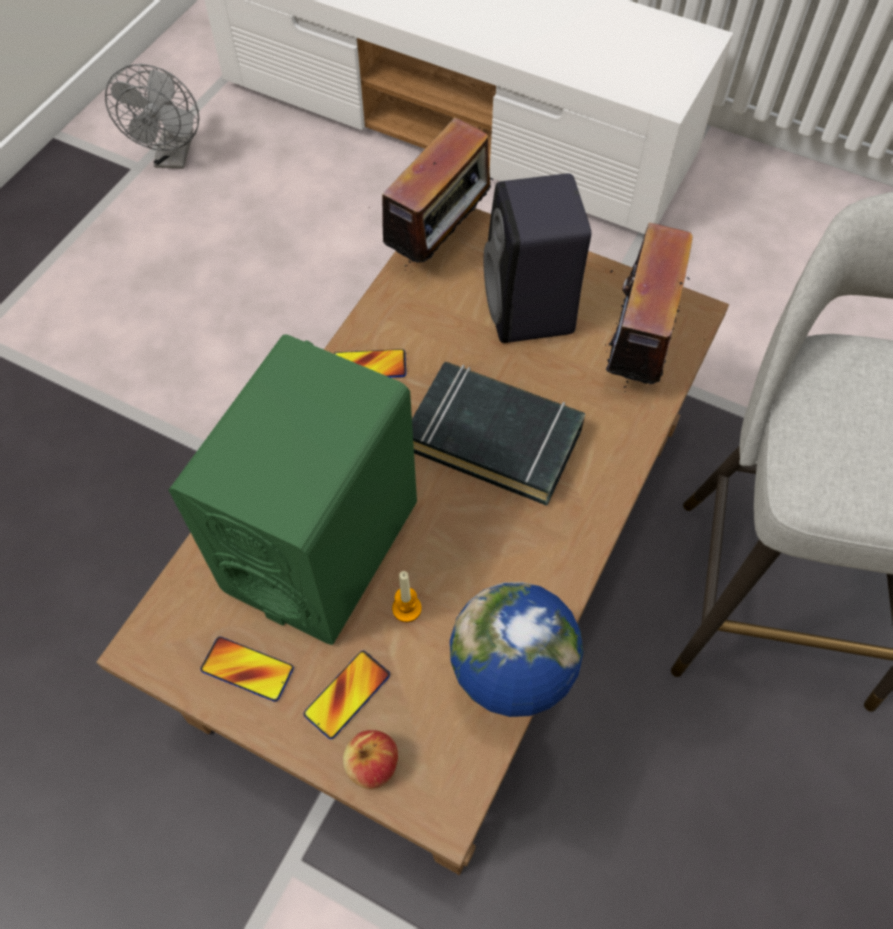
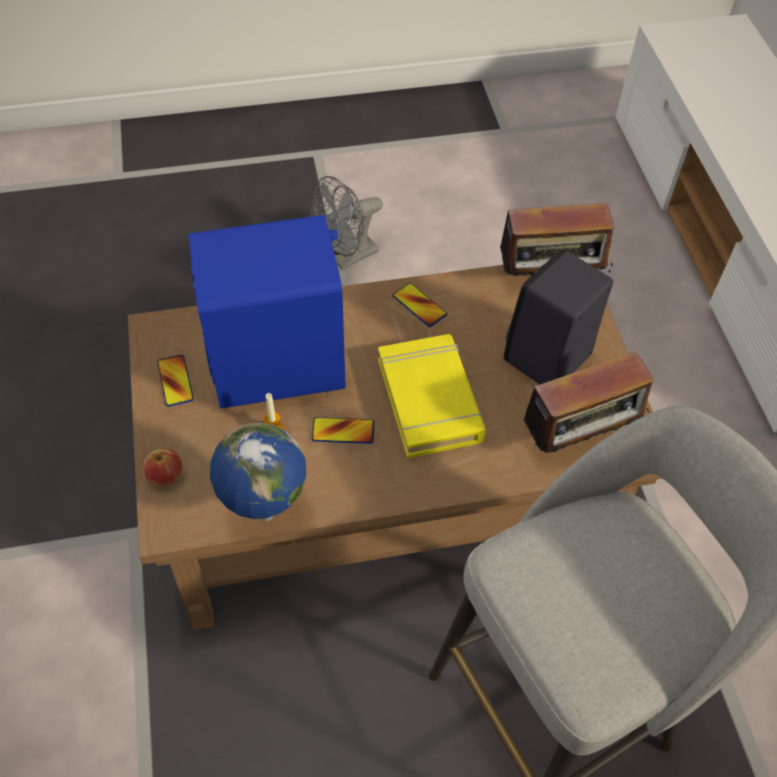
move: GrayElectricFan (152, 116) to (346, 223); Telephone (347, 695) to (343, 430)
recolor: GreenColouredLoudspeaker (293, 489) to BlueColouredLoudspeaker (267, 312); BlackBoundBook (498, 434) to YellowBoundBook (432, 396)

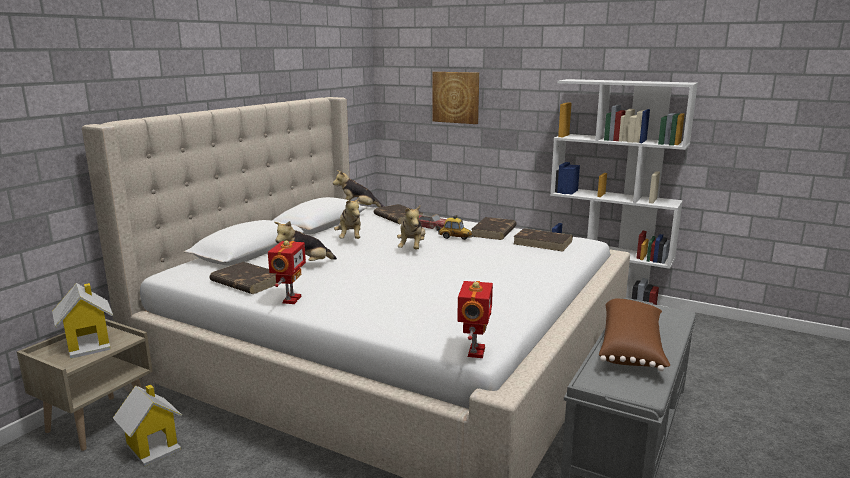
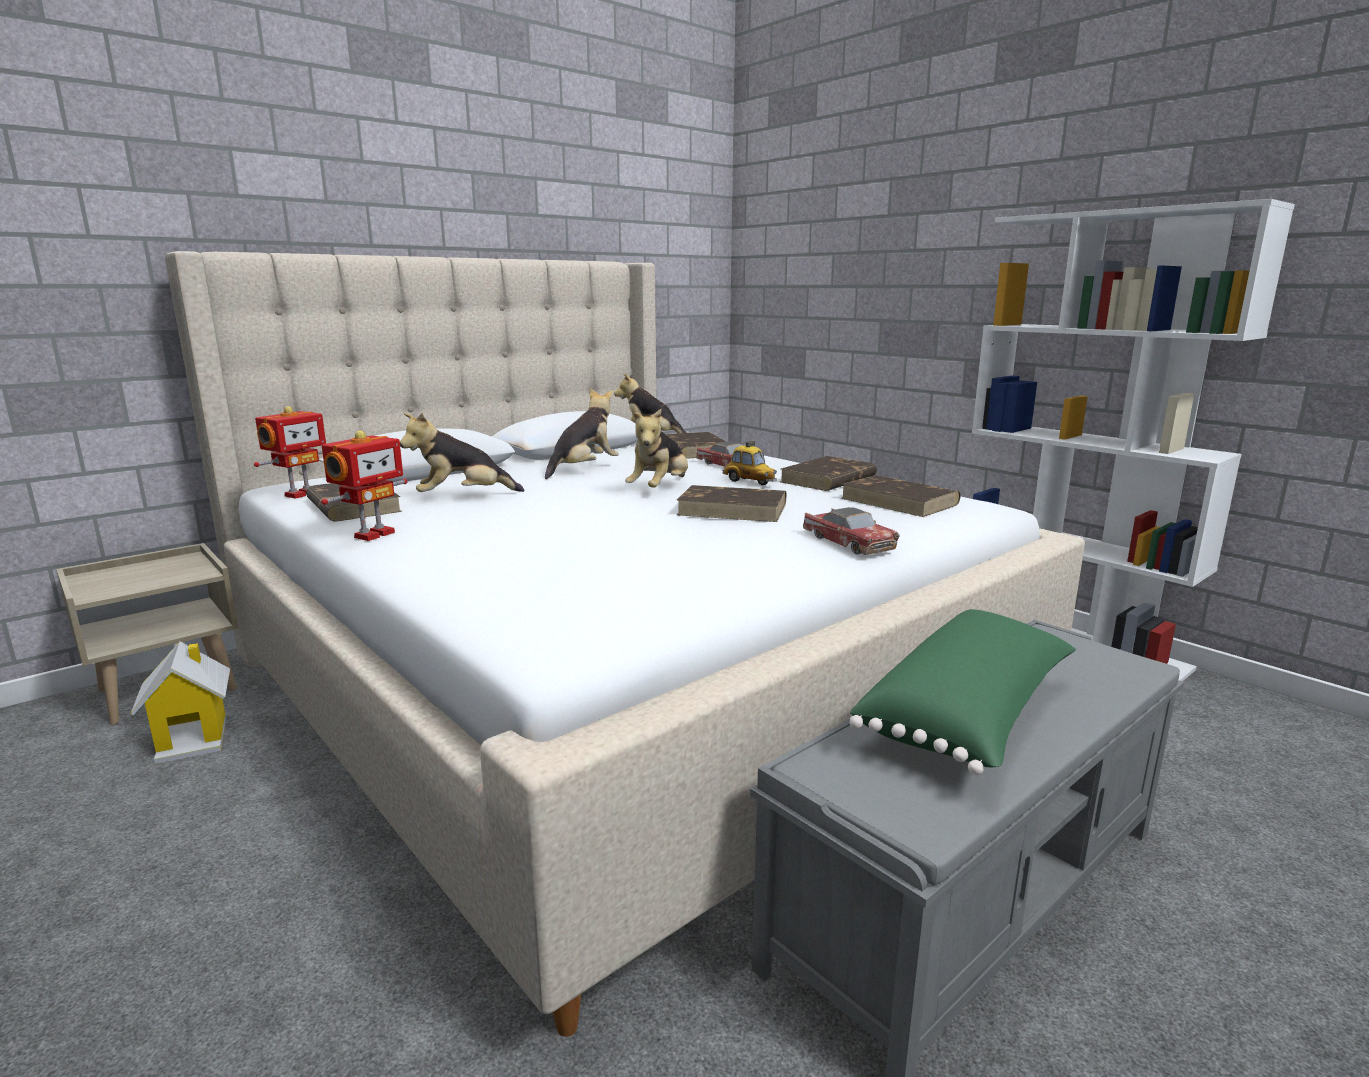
delete: WallArt (455, 98); ToyHouse (82, 321)
insert: BrownBoundBook (731, 503); ToyCar (851, 531)
move: ModelRobot (475, 319) to (290, 452)
recolor: BrownPillow (634, 335) to GreenColouredPillow (962, 692)
rotate: SoftToy (347, 217) = (582, 434) 150 degrees counterclockwise

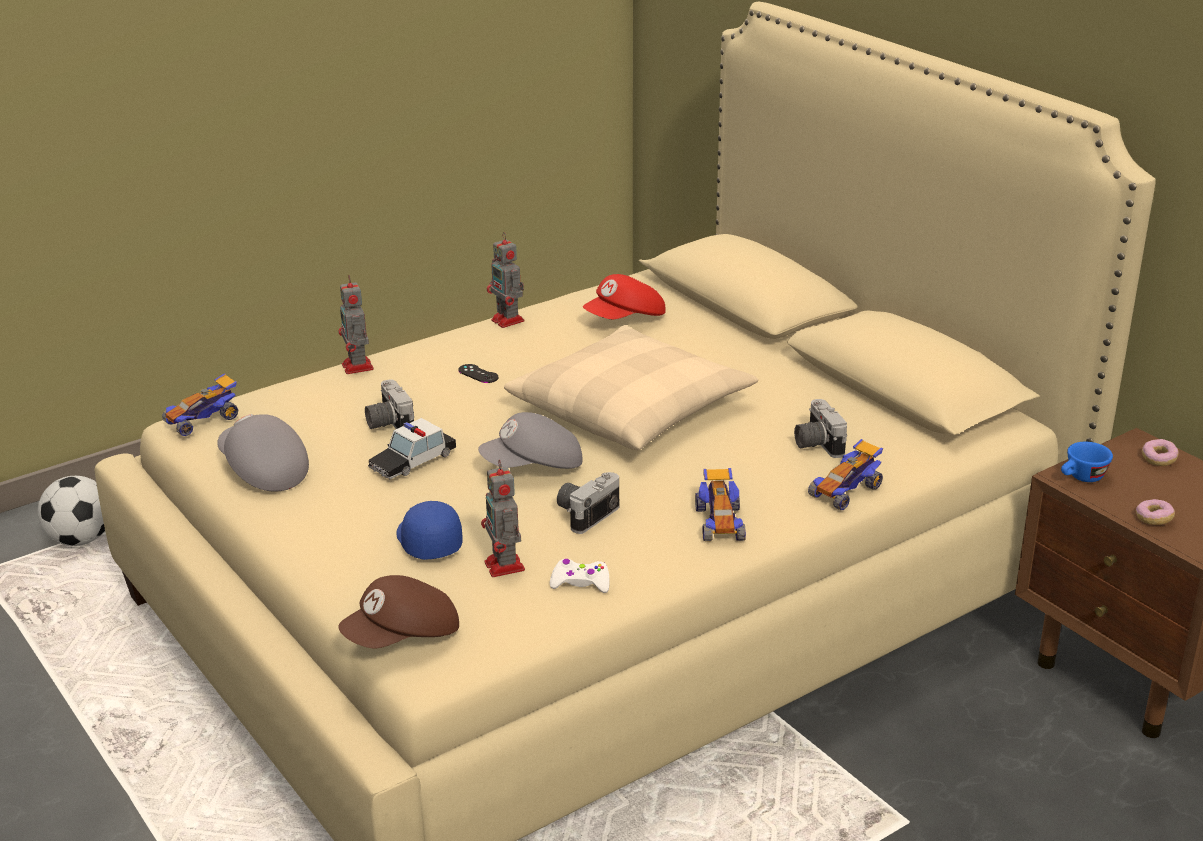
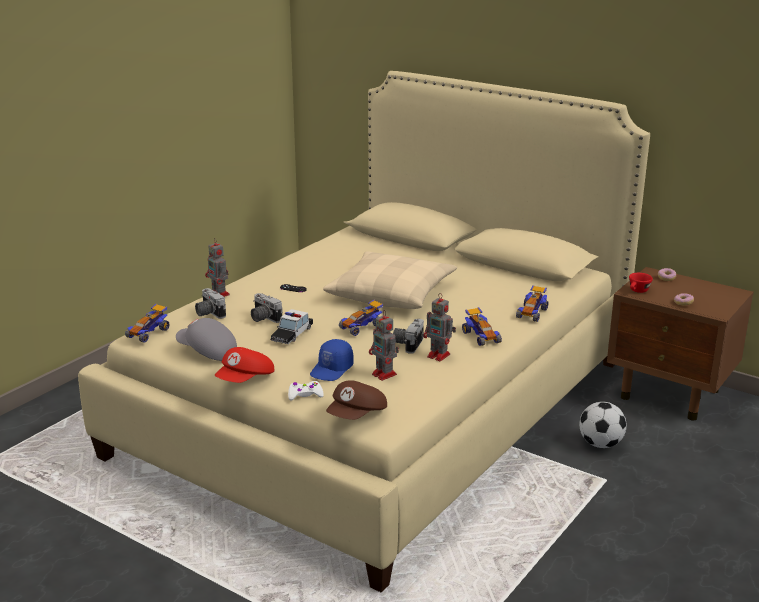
move: ModelRobot (506, 280) to (439, 327); RedPeakedCap (624, 296) to (244, 365); StillCamera (820, 428) to (210, 303); BallForFootball (71, 511) to (603, 425); WhiteGameController (580, 576) to (306, 390)
replace: GrayPeakedCap (530, 440) to ToyCar (361, 317)
recolor: BlueColouredDrinkingCup (1087, 462) to RedDrinkingCup (641, 283)
rotate: BlueColouredPeakedCap (429, 530) = (332, 360) 105 degrees counterclockwise

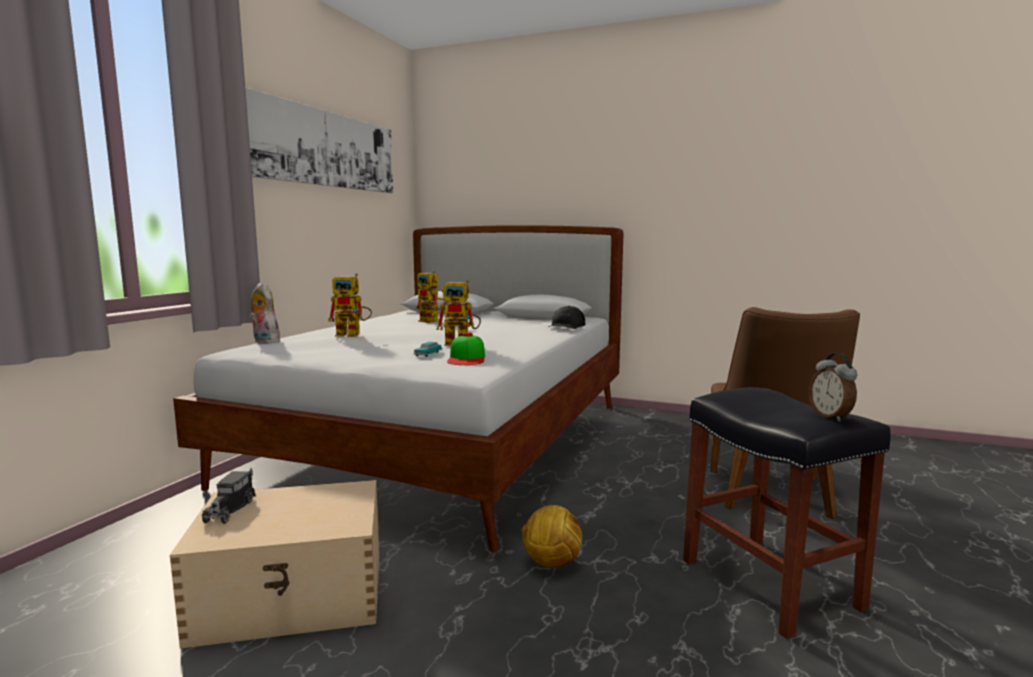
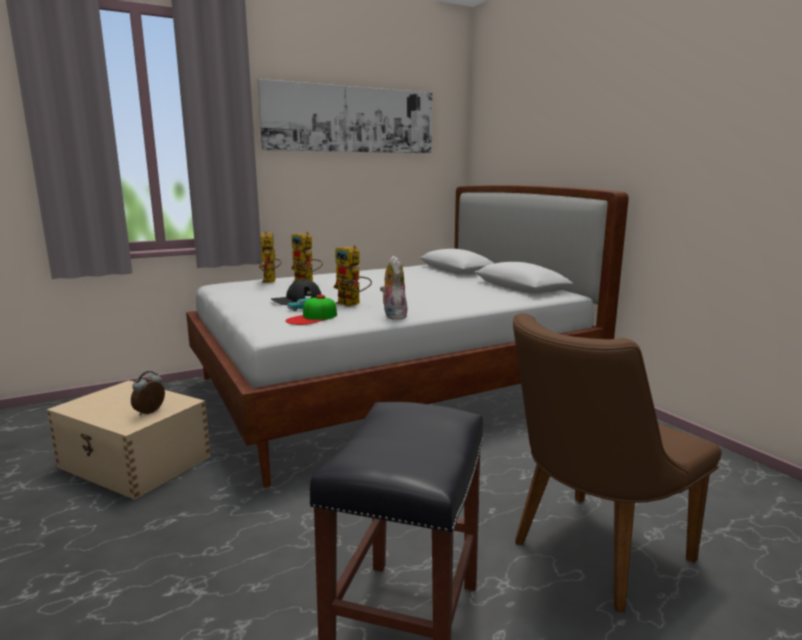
delete: ModelTruck (229, 496); BallForFootball (551, 536)
move: ModelRobot (429, 297) to (269, 257); SoftToy (264, 313) to (393, 288); BlackPeakedCap (566, 317) to (296, 292); AlarmClock (833, 387) to (148, 393)

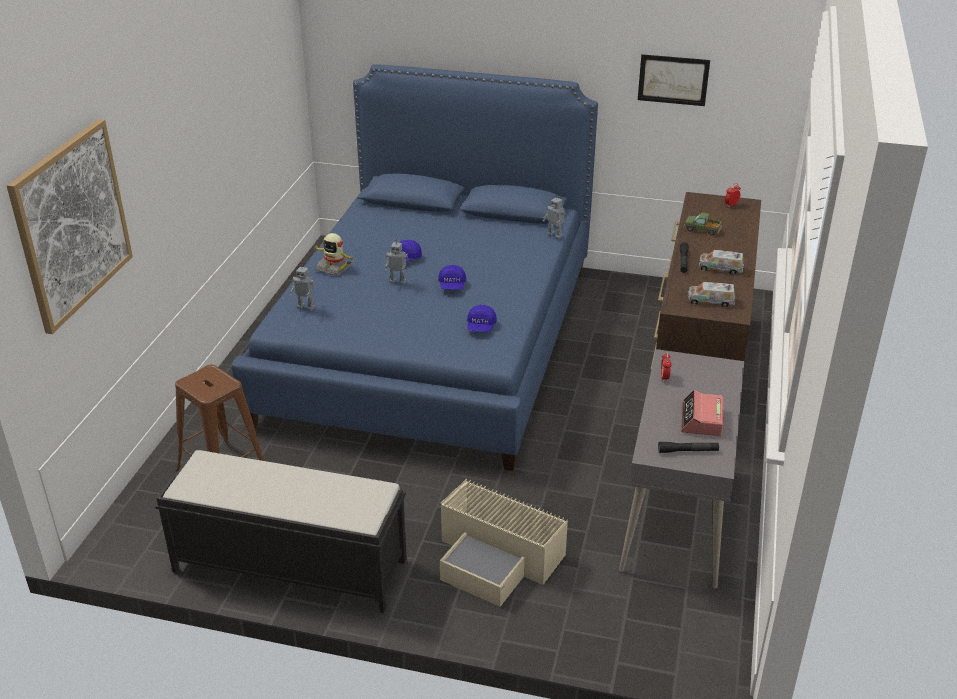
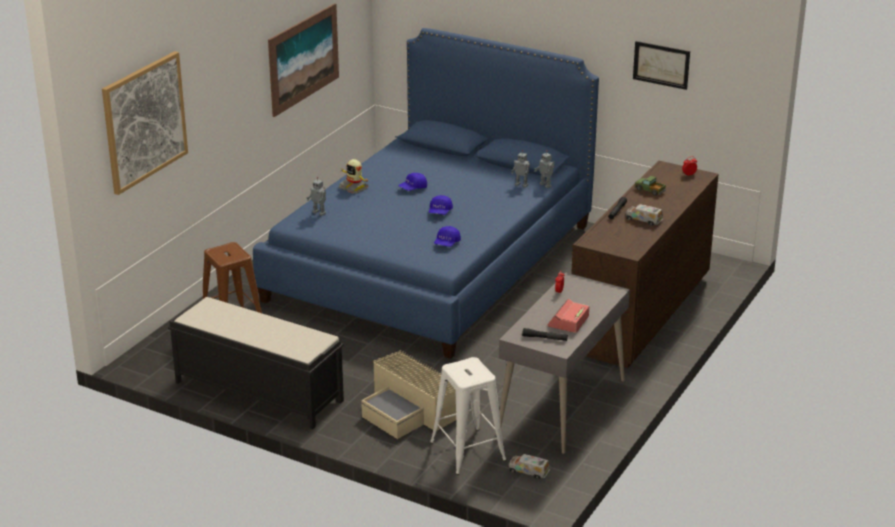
insert: WallArt (303, 60); WhiteStool (468, 416)
move: ModelRobot (396, 262) to (520, 169); ModelTruck (712, 294) to (529, 466)

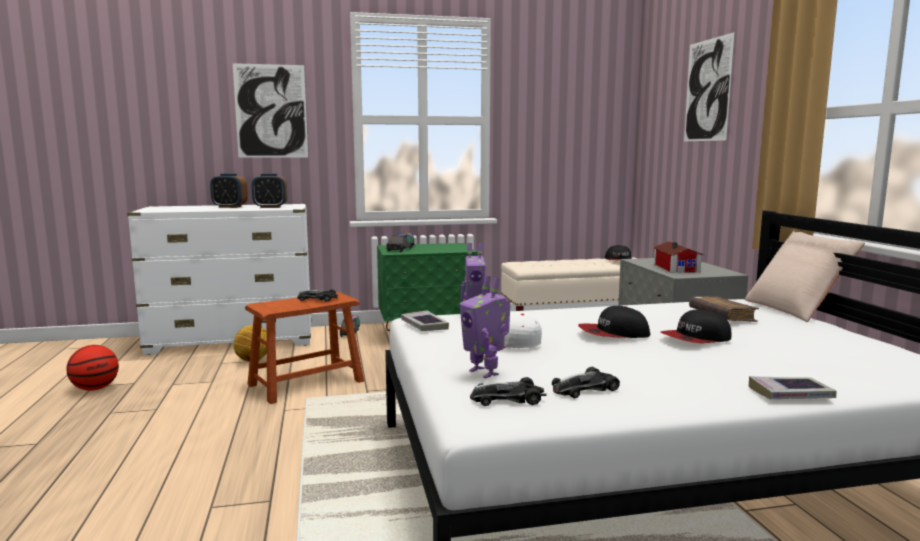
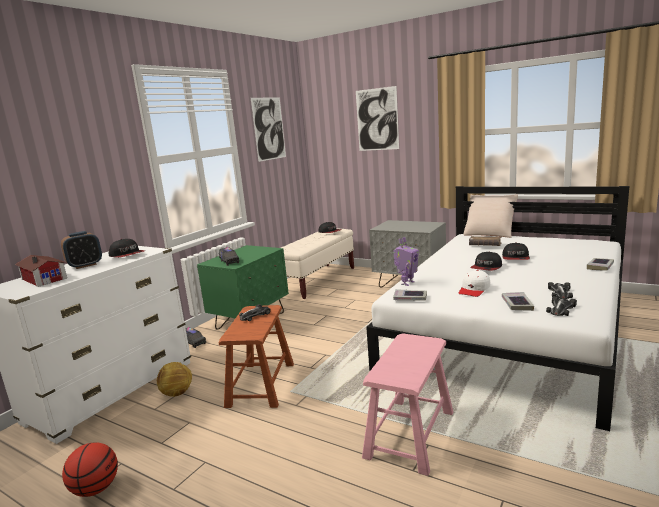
insert: PinkishStool (407, 404)
move: WallArt (270, 110) to (268, 129); ToyHouse (678, 257) to (41, 271)
replace: AlarmClock (270, 190) to PeakedCap (127, 248); ModelRobot (485, 326) to BoundBook (518, 301)

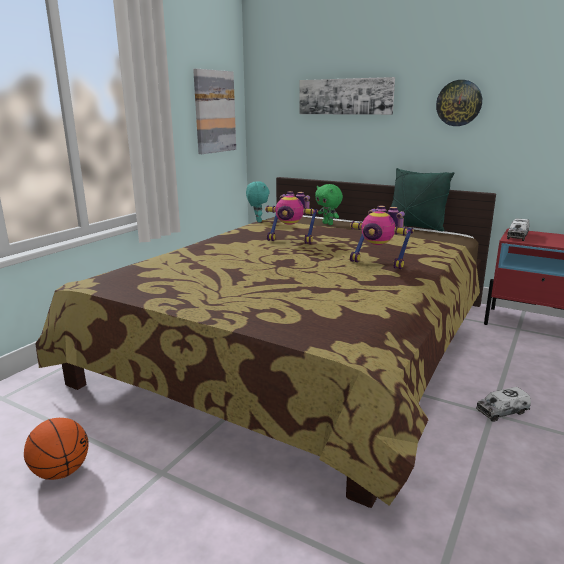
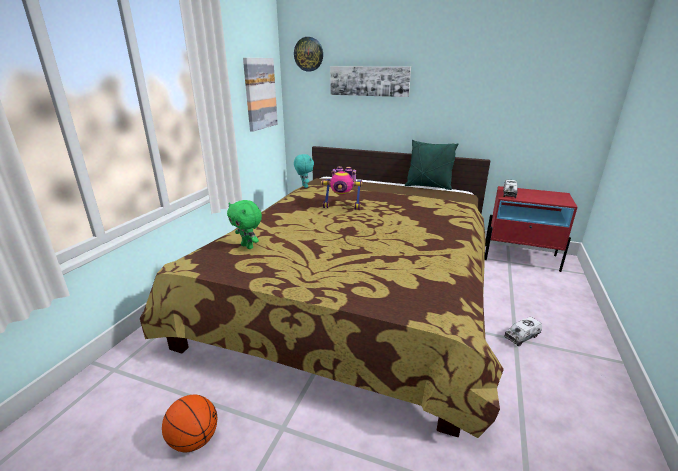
delete: ModelRobot (382, 237)
move: ClockOnTheWall (459, 103) to (308, 54); GreenColouredSoftToy (329, 204) to (244, 224)

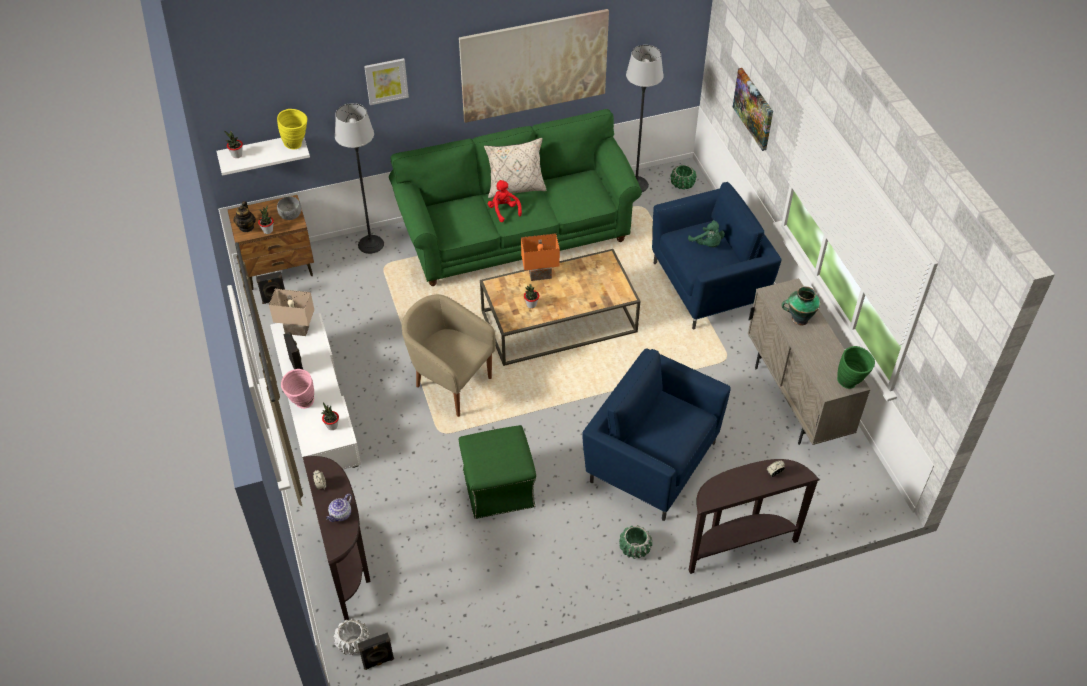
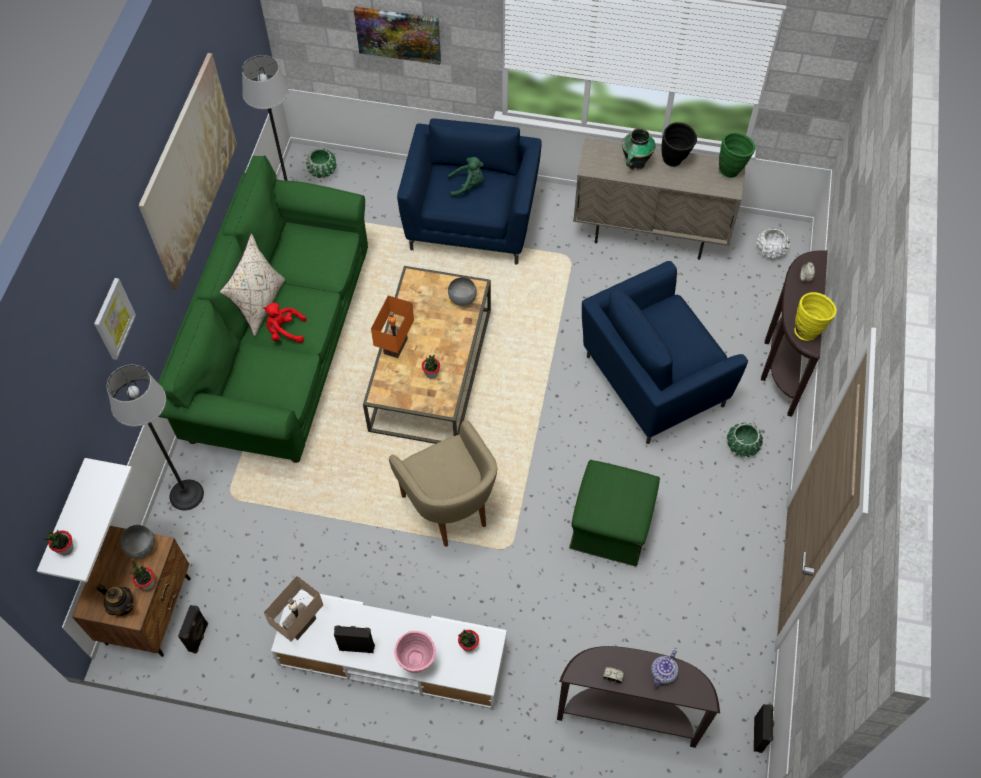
insert: BlackFlowerVase (679, 144); GrayBowl (462, 291)
move: YellowFlowerVase (292, 129) to (815, 316); WhitePlanter (351, 636) to (773, 243)
rotate: BeigeArmchair (449, 355) = (443, 483) 90 degrees counterclockwise; TeaPot (339, 508) = (664, 668) 60 degrees clockwise

